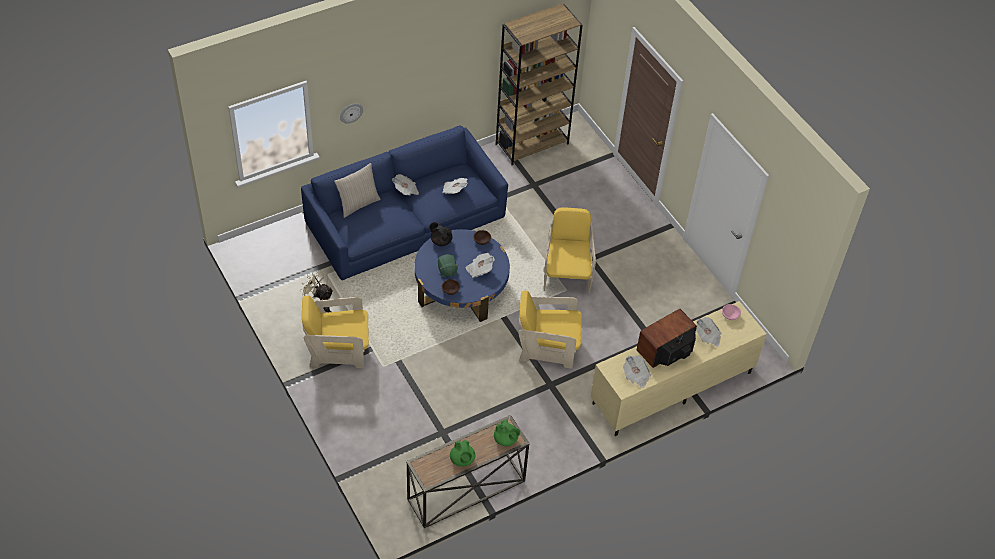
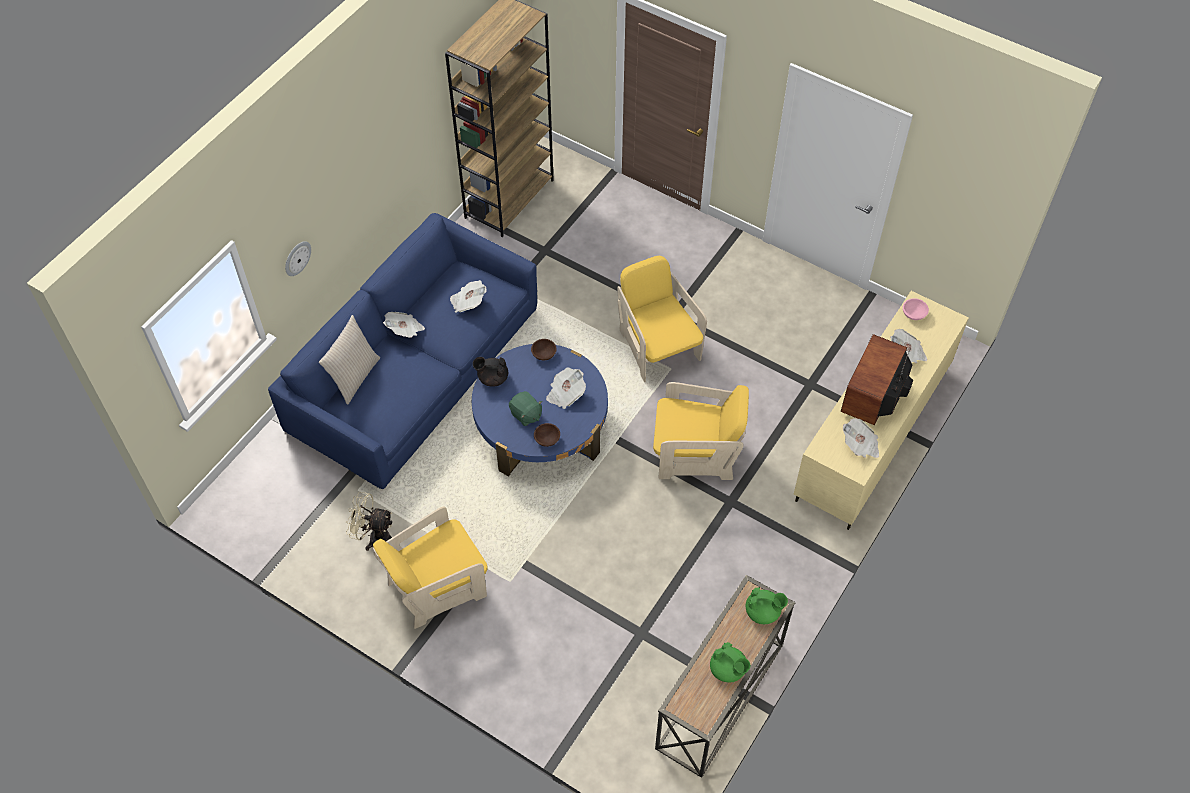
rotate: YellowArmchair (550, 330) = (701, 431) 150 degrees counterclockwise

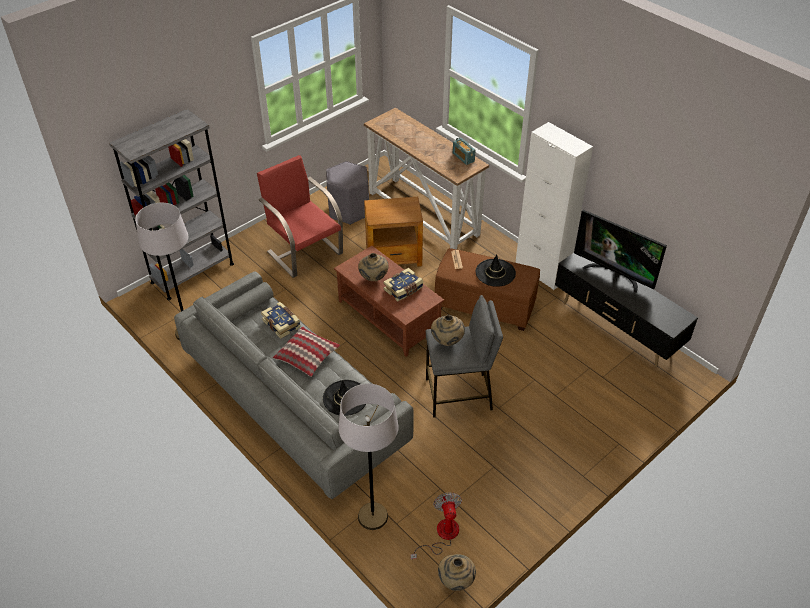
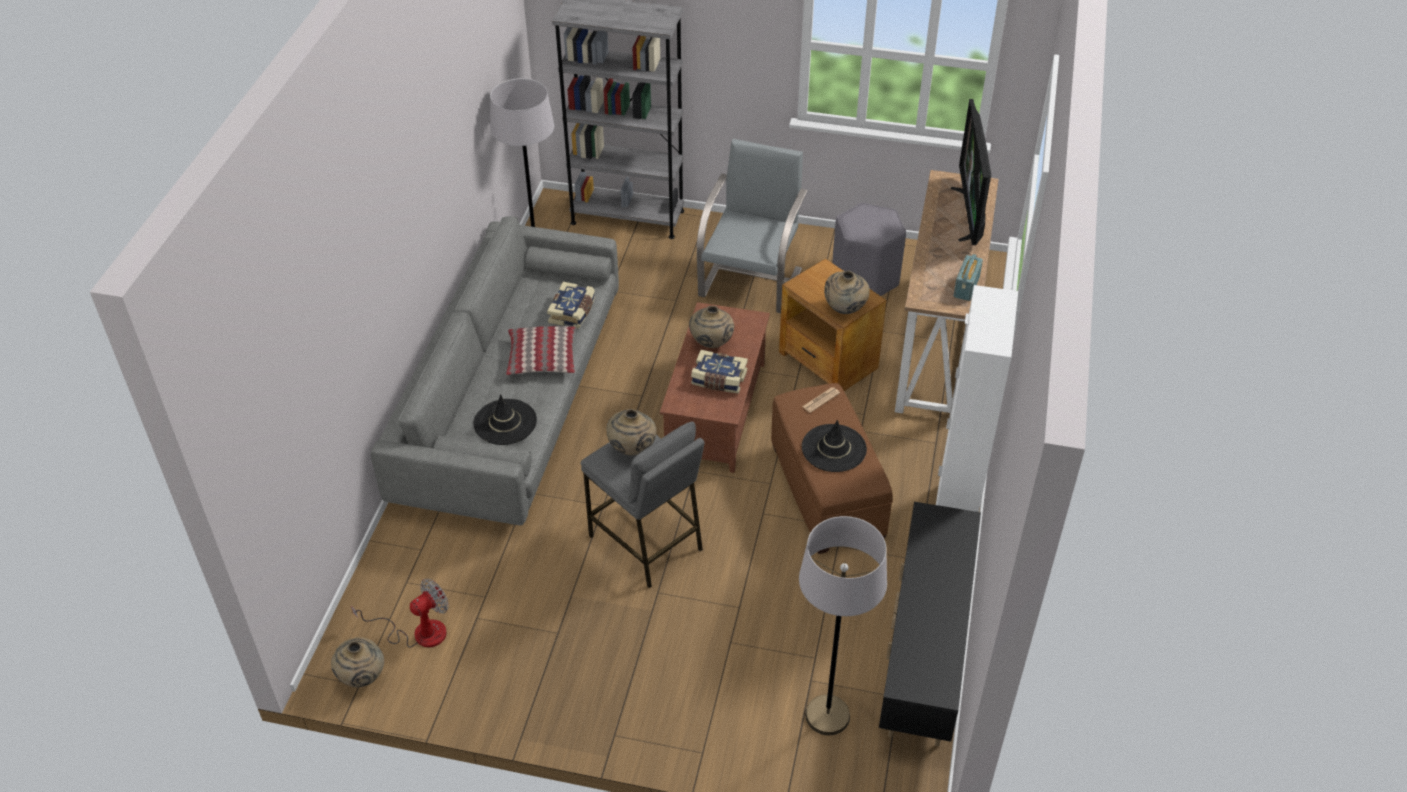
insert: BeigeFlowerVase (847, 292)
move: Tv (620, 251) to (971, 172); GrayStandingLamp (369, 457) to (843, 625)
recolor: RedArmchair (300, 216) to GrayArmchair (752, 226)

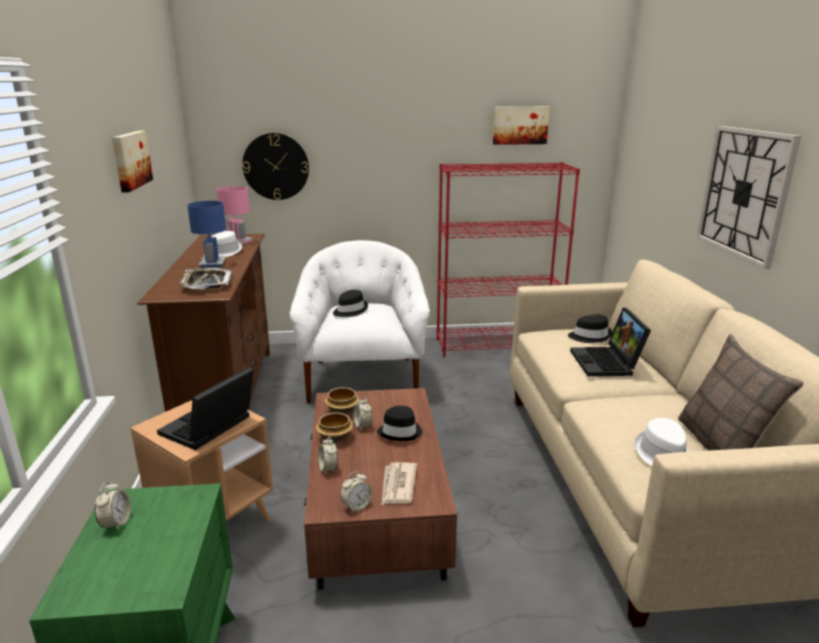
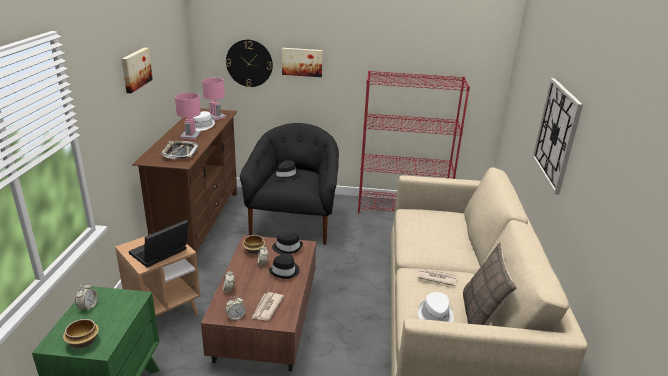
delete: Laptop (610, 342)
insert: PrintedPaper (437, 277)
move: WallArt (521, 126) to (302, 62); BlackHat (590, 329) to (287, 243); Bowl (334, 428) to (81, 334)
recolor: BlueColouredTabletopLamp (206, 234) to PinkishTabletopLamp (188, 116); WhiteArmchair (359, 322) to BlackArmchair (289, 184)

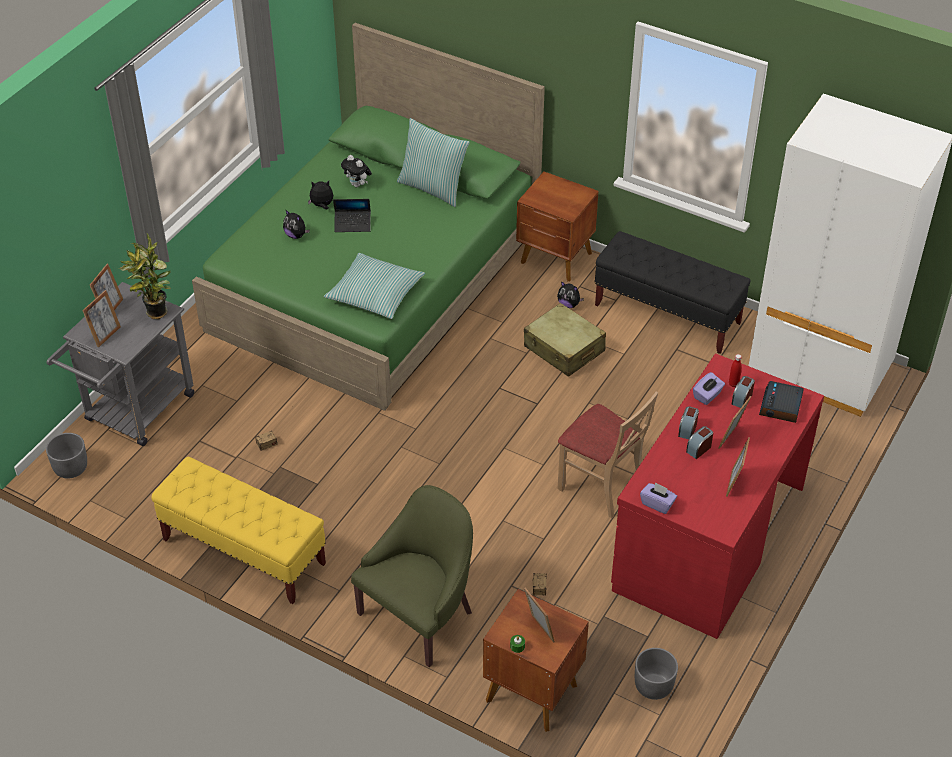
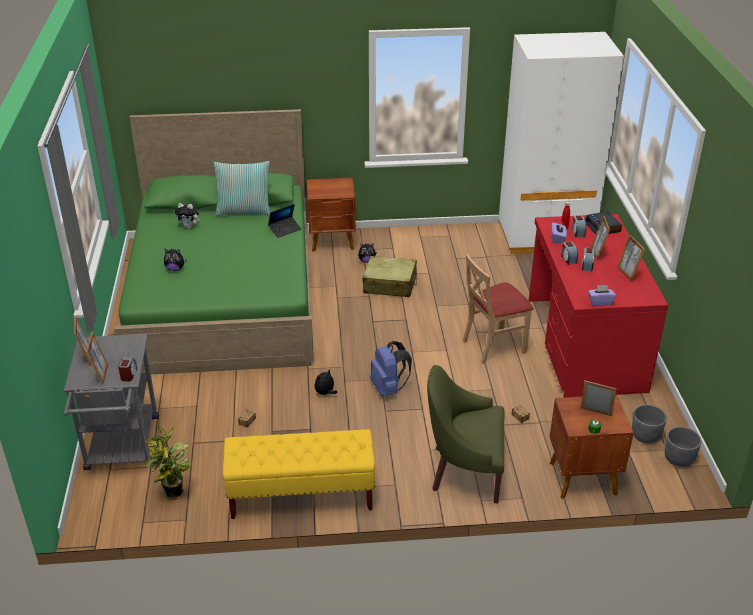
delete: BlackIndoorBench (672, 292); Pillow (374, 286)
insert: BlueColouredBackpack (391, 368); AlarmClock (127, 370)
move: SoftToy (320, 195) to (326, 382); Laptop (352, 215) to (284, 221); Houseplant (145, 276) to (167, 462); GrayPlanter (66, 456) to (683, 447)
rotate: BeigeChair (608, 454) = (498, 309) 150 degrees clockwise; GreenColouredArmchair (412, 576) = (465, 434) 90 degrees counterclockwise

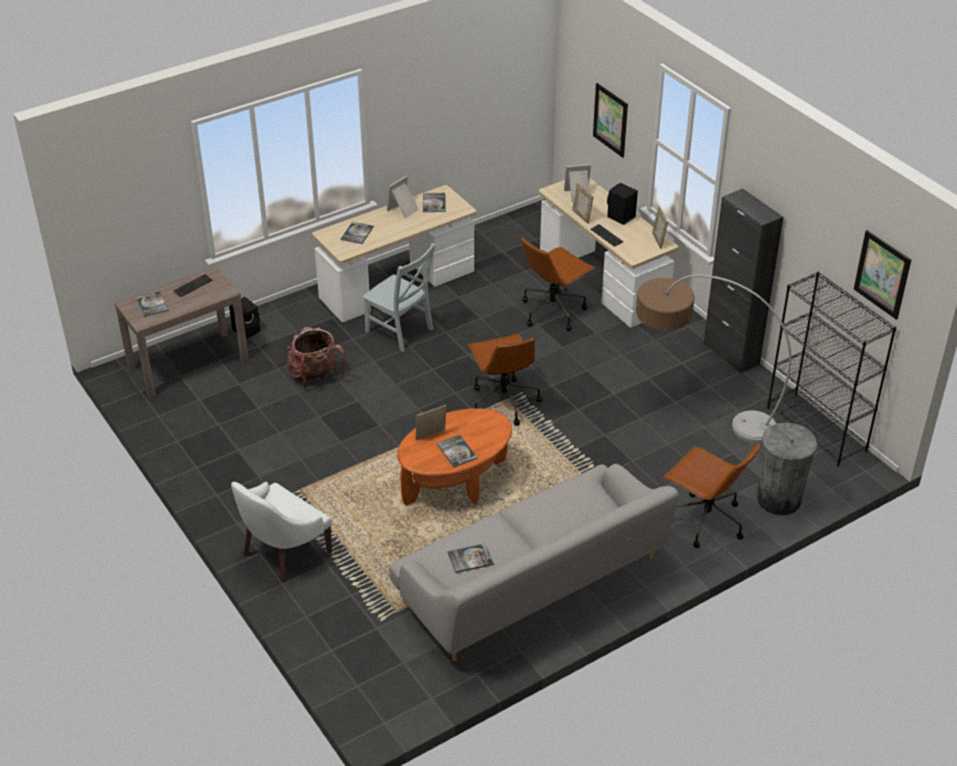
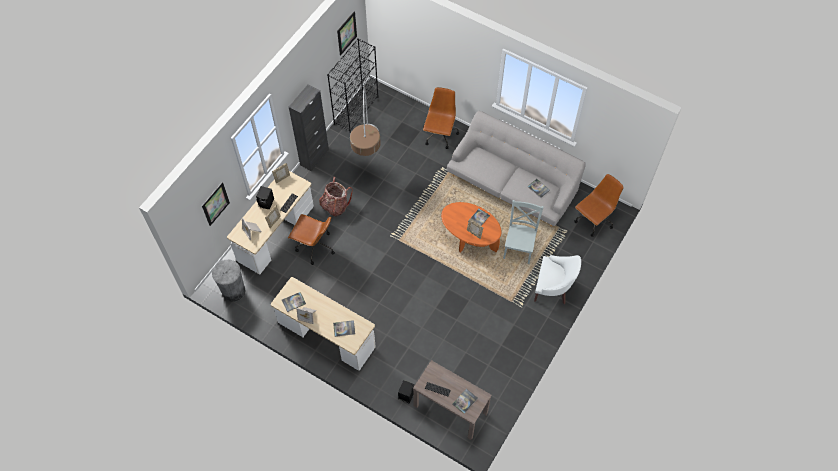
move: GrayChair (399, 297) to (523, 232); Backpack (316, 357) to (336, 197); BrownComputerChair (505, 380) to (599, 205); GrayTrashCan (787, 469) to (228, 281)

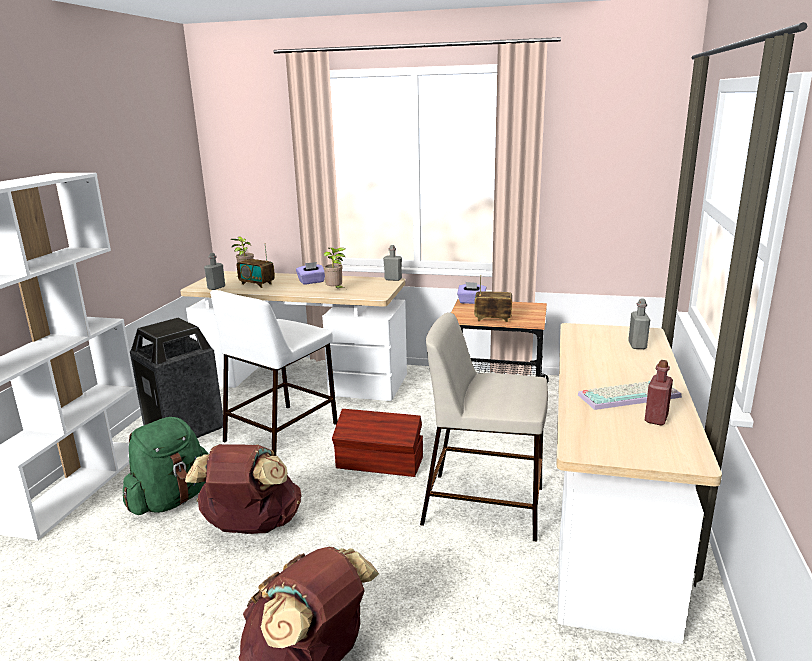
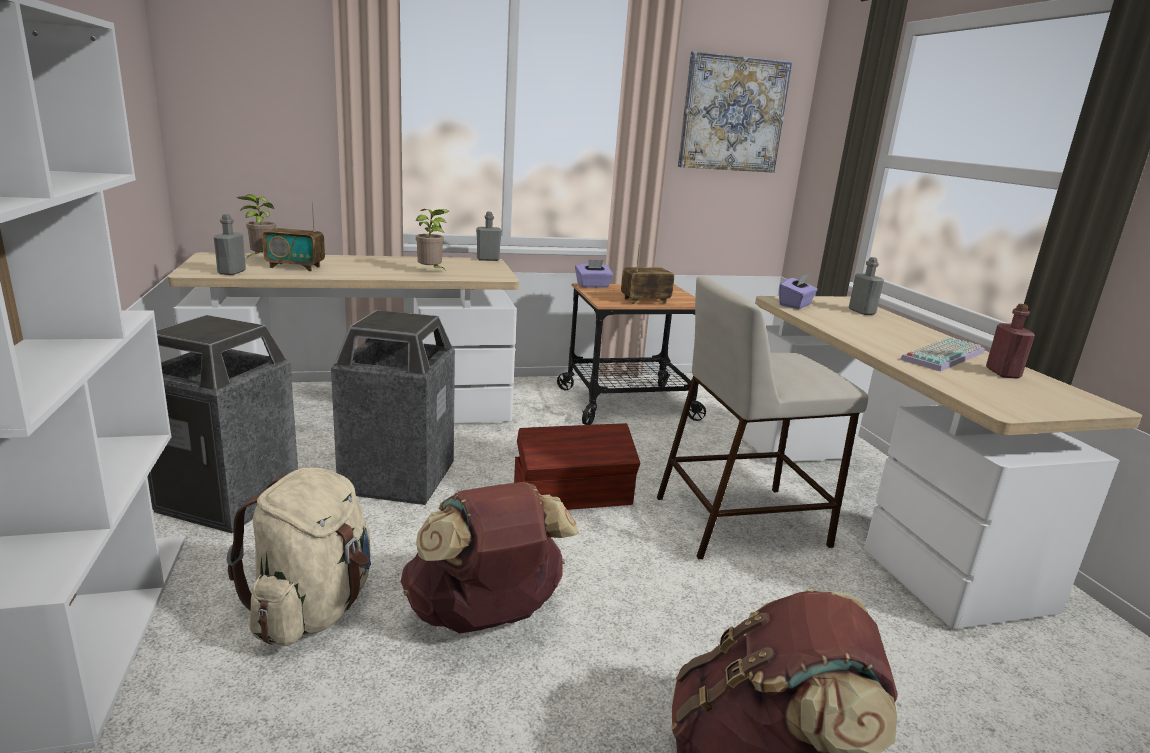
insert: WallArt (735, 112)
move: PurpleBoxOfTissues (310, 273) to (798, 291)
replace: WhiteStool (274, 373) to TrashCan (393, 407)
recolor: GreenColouredBackpack (165, 466) to BeigeBackpack (299, 557)

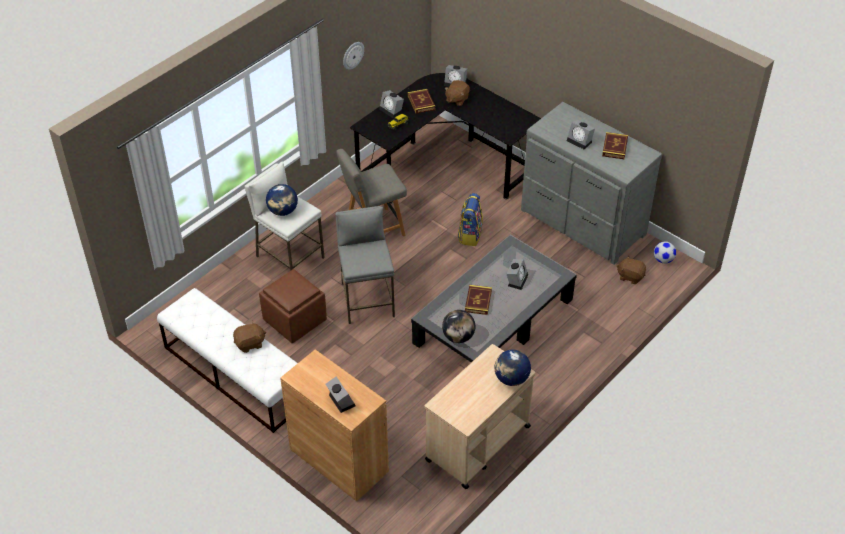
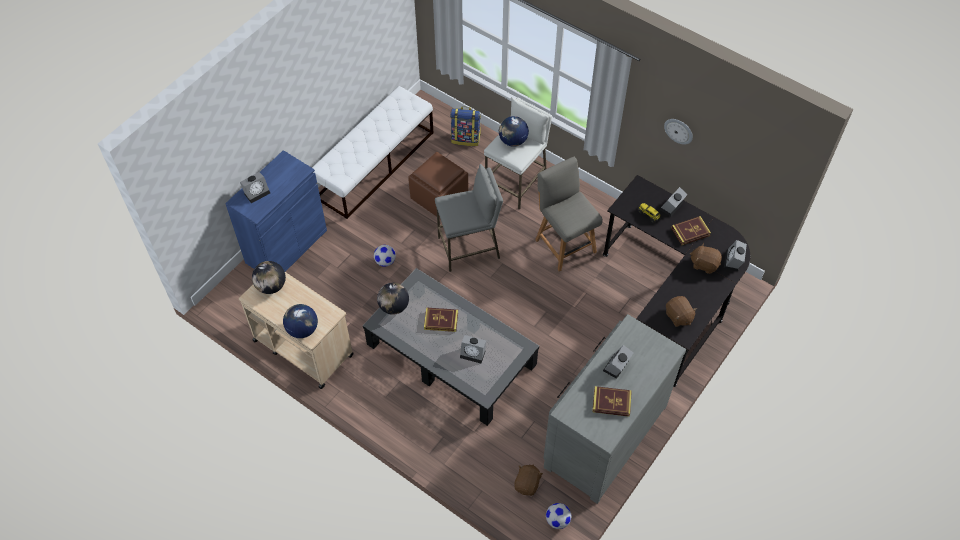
insert: BallForFootball (385, 256); WorldGlobe (269, 277)
move: Backpack (470, 219) to (465, 126); BrownSoftToy (249, 337) to (681, 311)
recolor: BrownCabinet (334, 425) to BlueColouredCabinet (276, 211)

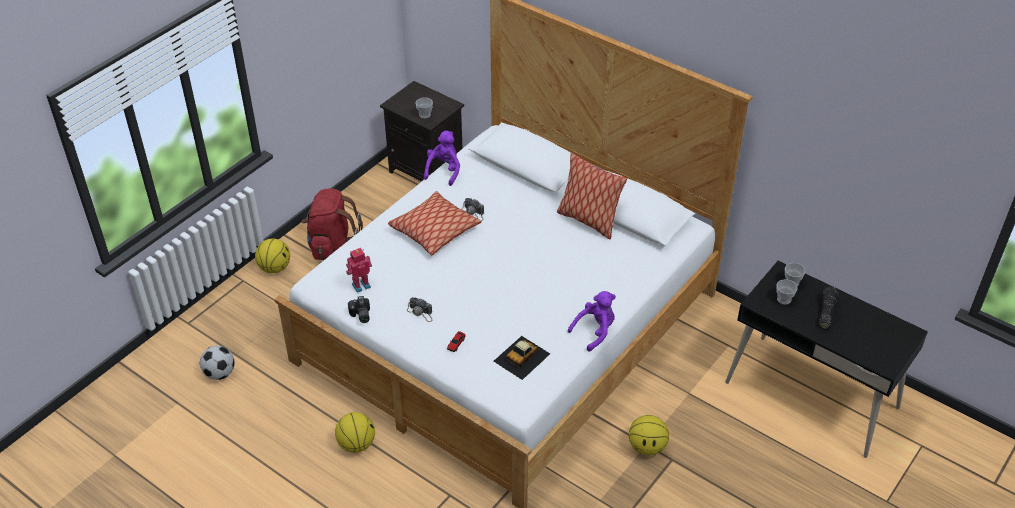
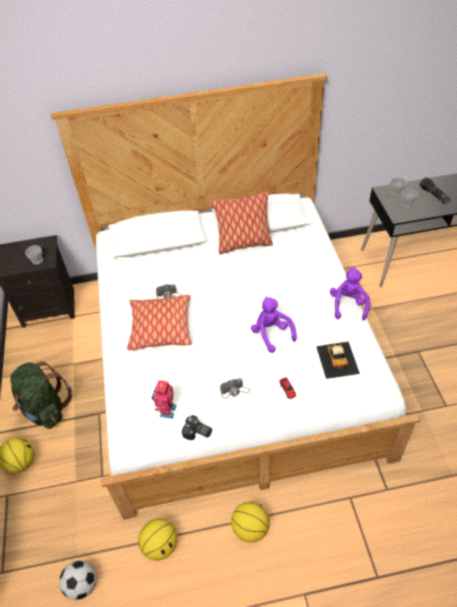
move: PurpleSoftToy (442, 158) to (274, 325); BasketballBall (649, 435) to (158, 539)
recolor: RedBackpack (332, 224) to GreenColouredBackpack (41, 395)

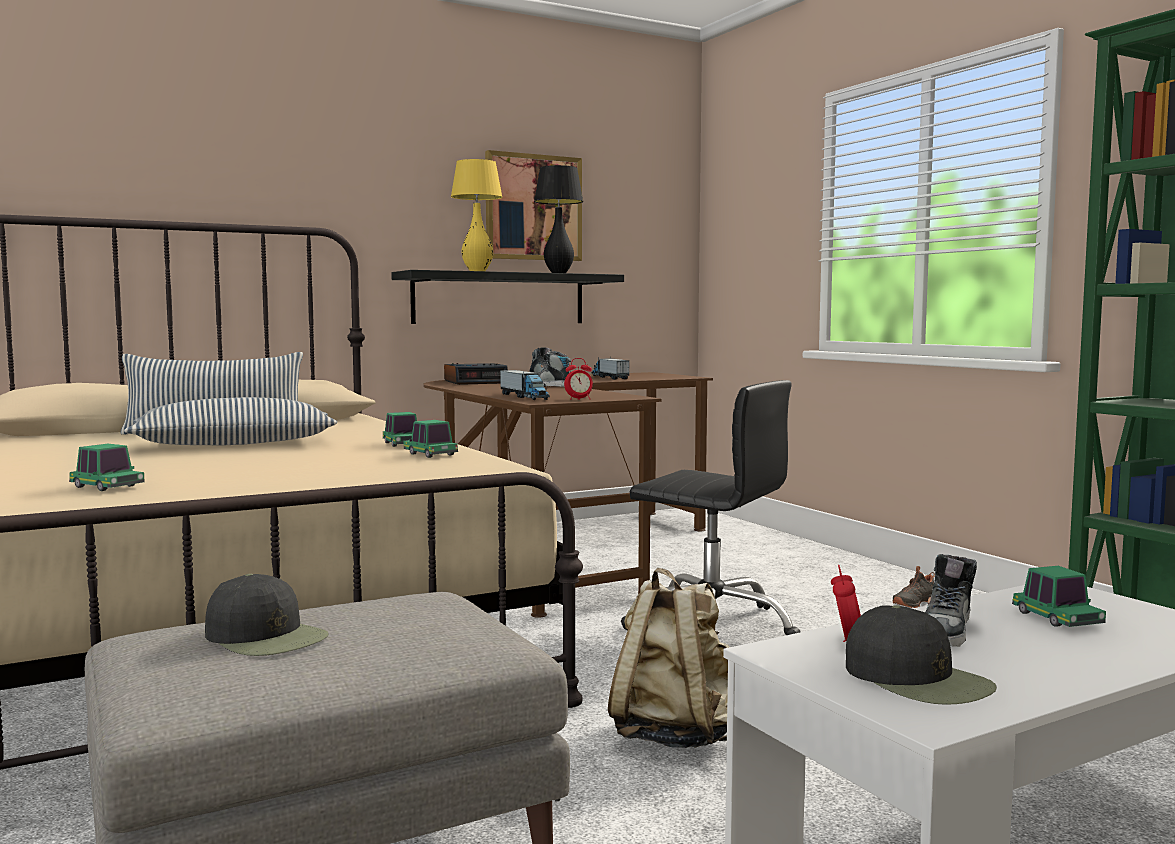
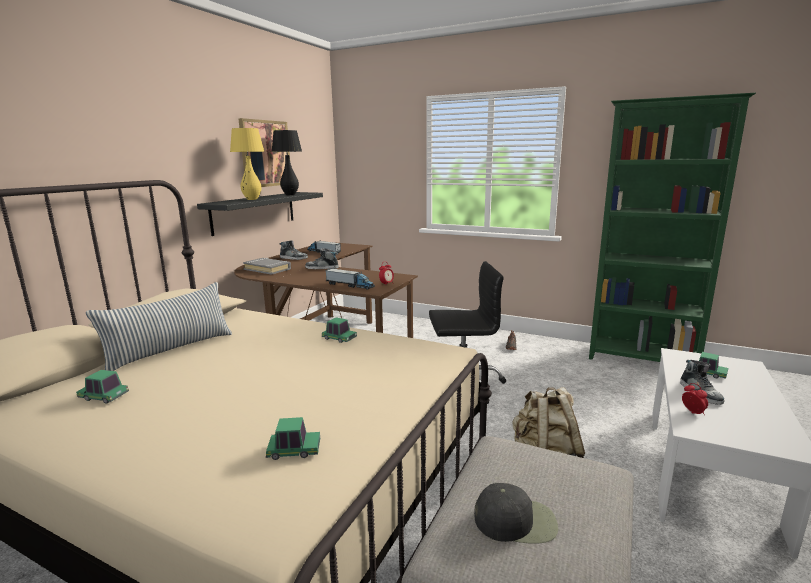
delete: Pillow (230, 421); BlackPeakedCap (921, 655)
move: ToyCar (431, 439) to (102, 387)
replace: AlarmClock (476, 374) to GrayBoundBook (267, 266)

